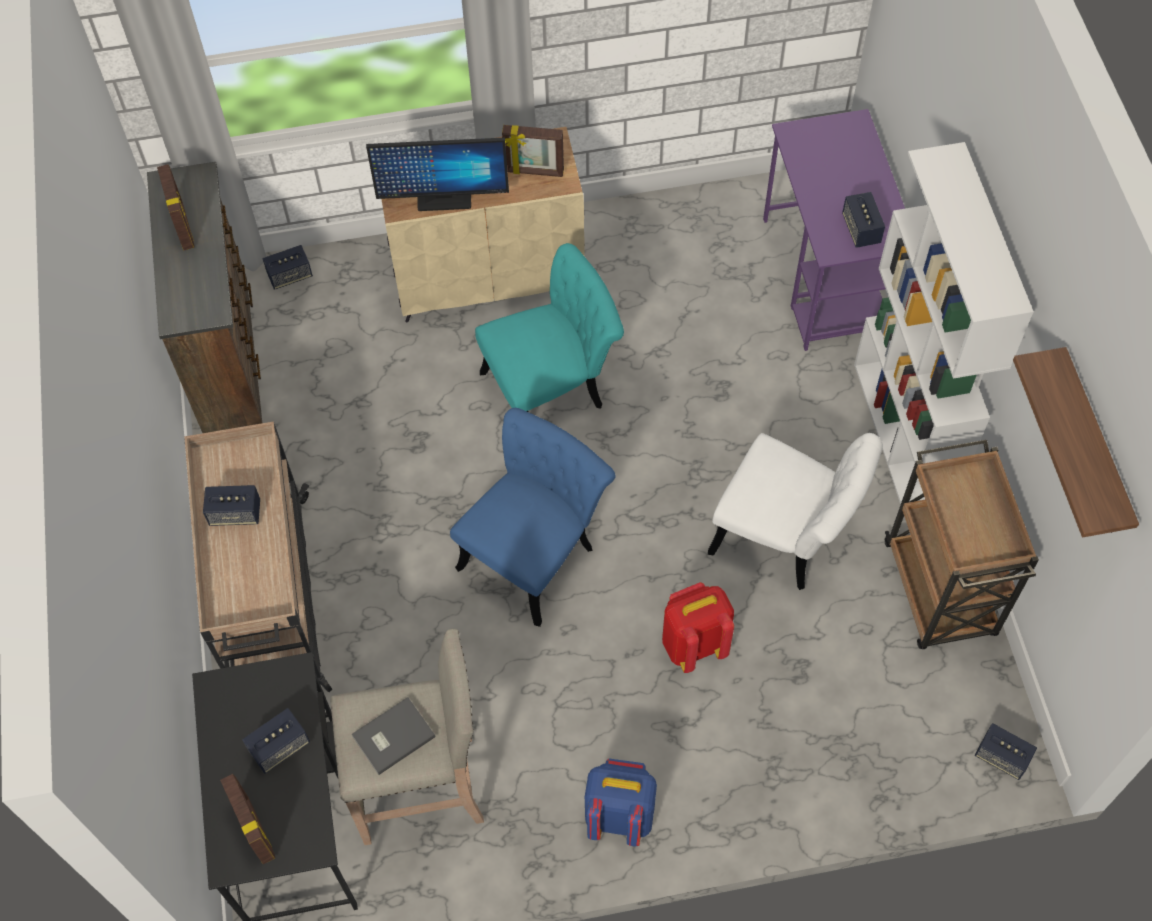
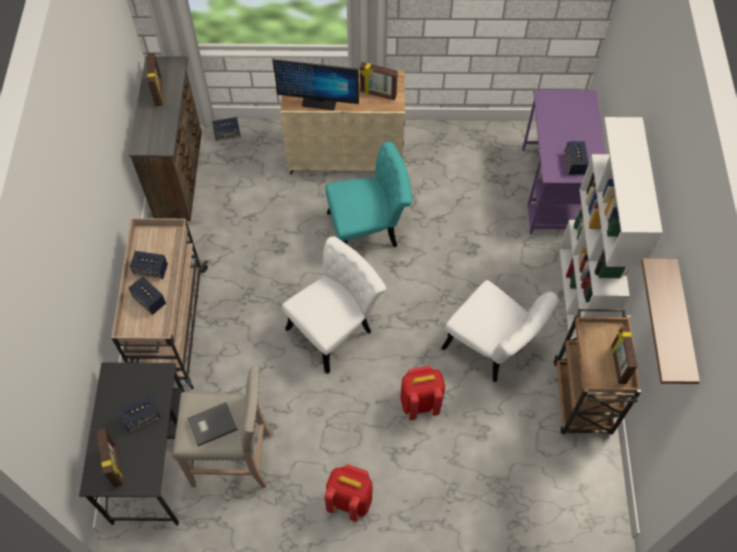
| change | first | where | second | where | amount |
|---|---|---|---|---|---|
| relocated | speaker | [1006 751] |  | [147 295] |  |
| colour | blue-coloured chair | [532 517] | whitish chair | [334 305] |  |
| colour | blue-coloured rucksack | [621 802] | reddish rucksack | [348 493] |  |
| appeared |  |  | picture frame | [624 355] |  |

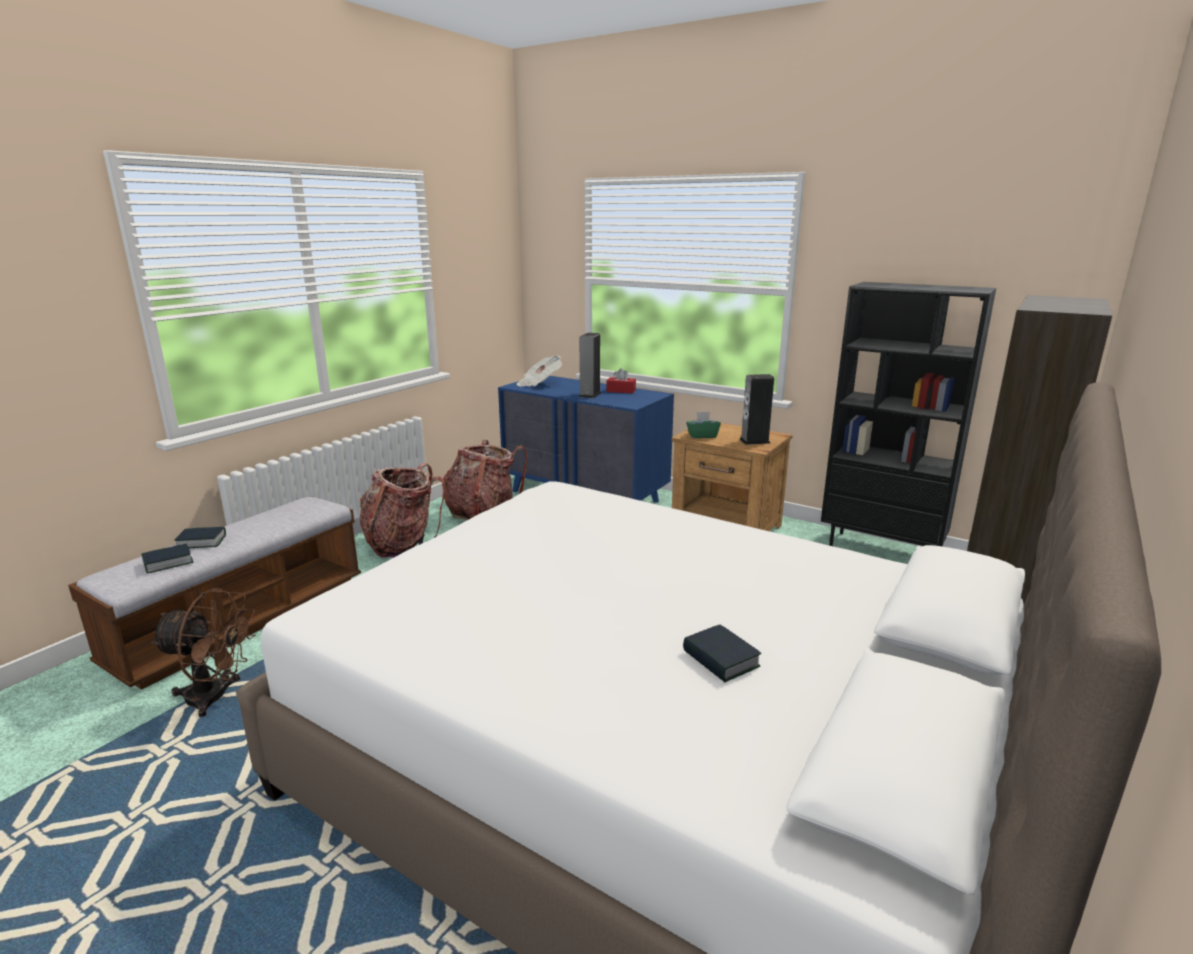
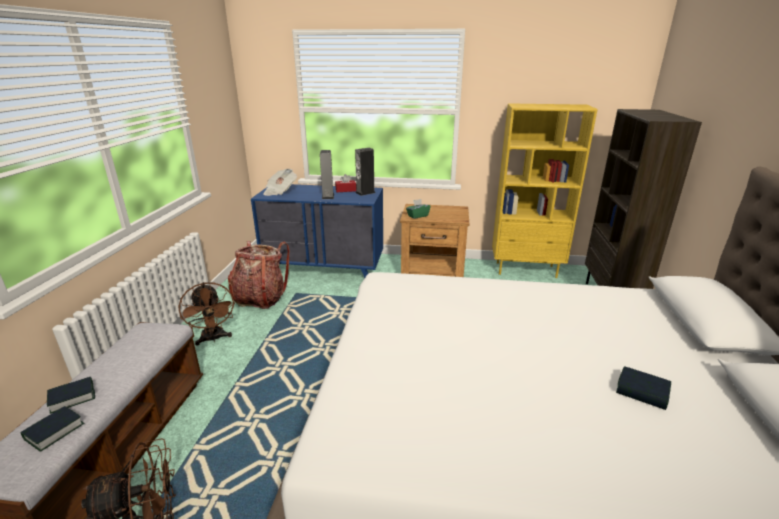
| change | first | where | second | where | amount |
|---|---|---|---|---|---|
| exchanged | rucksack | [402 510] | brown-coloured cooling fan | [206 314] |  |
| relocated | speaker | [756 409] |  | [365 172] |  |
| colour | black-coloured bookshelf | [908 414] | yellowish bookshelf | [545 190] |  |

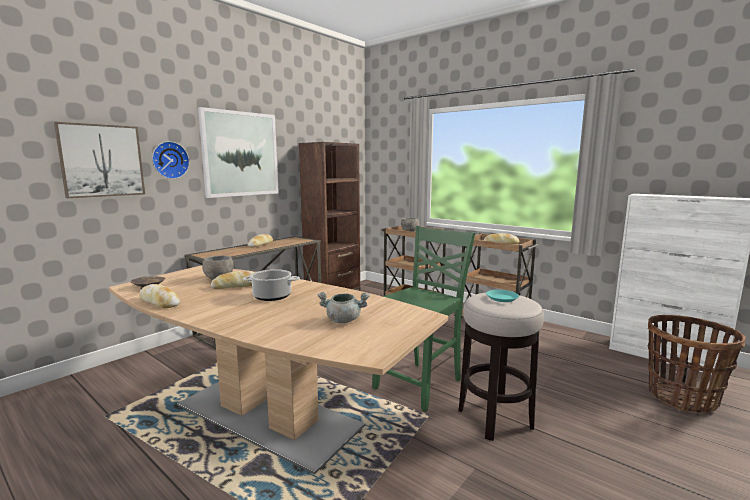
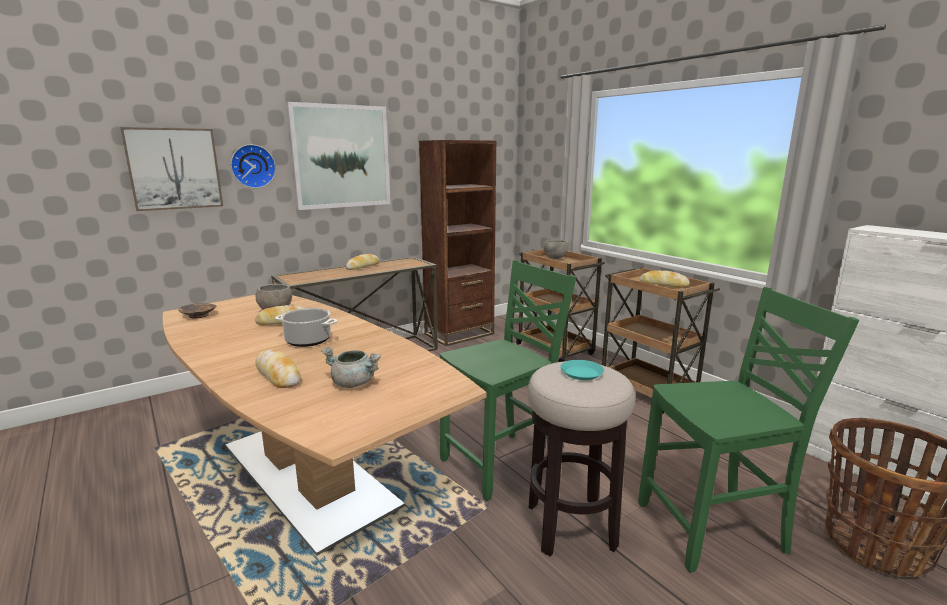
| change | first | where | second | where | amount |
|---|---|---|---|---|---|
| relocated | bakery bread | [159 296] |  | [278 368] |  |
| appeared |  |  | green-coloured chair | [748 429] |  |

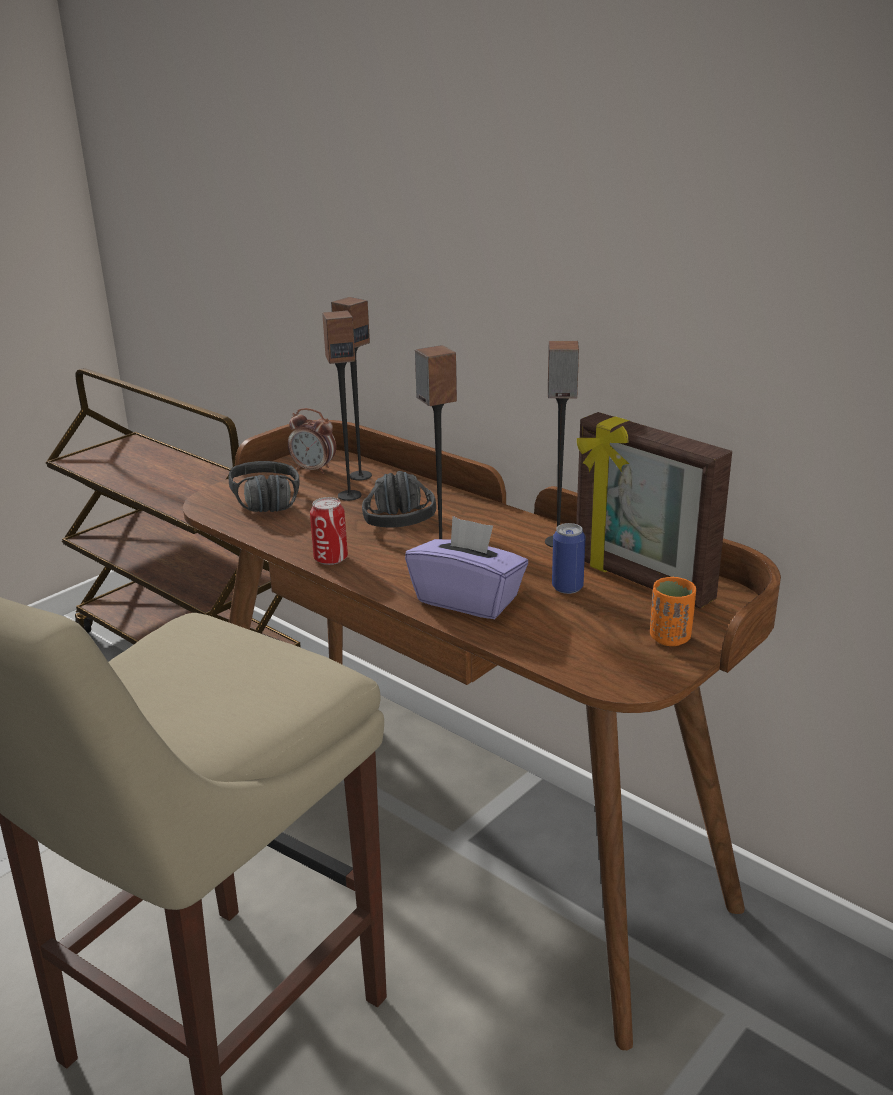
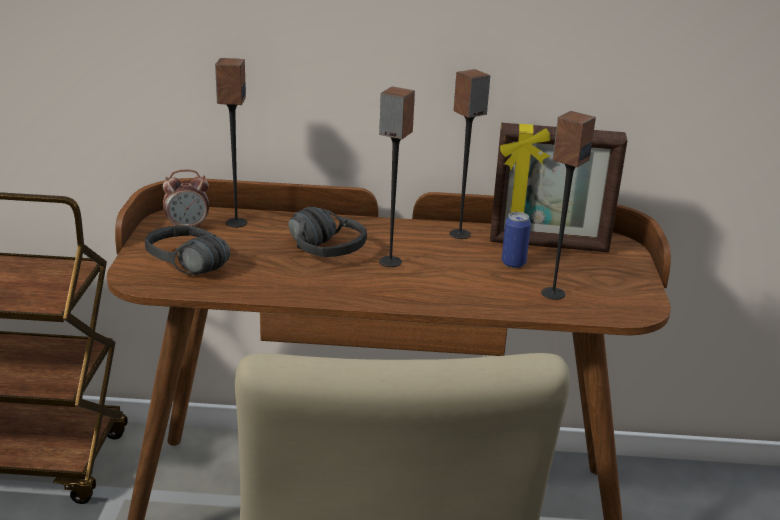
| change | first | where | second | where | amount |
|---|---|---|---|---|---|
| relocated | speaker | [341 405] |  | [568 205] |  |
| missing | metal can | [329 531] |  |  |  |
| missing | purple tissue holder | [466 567] |  |  |  |
| missing | orange drinking cup | [673 611] |  |  |  |

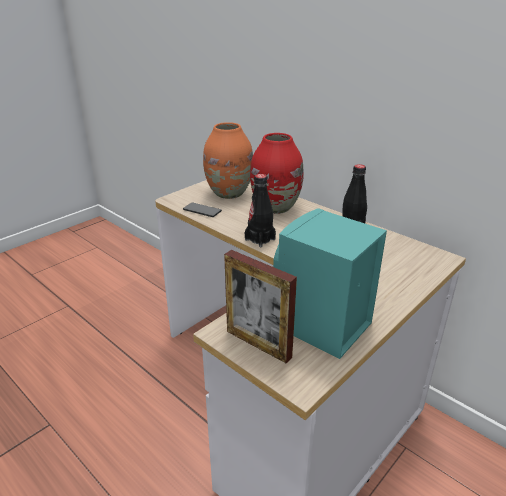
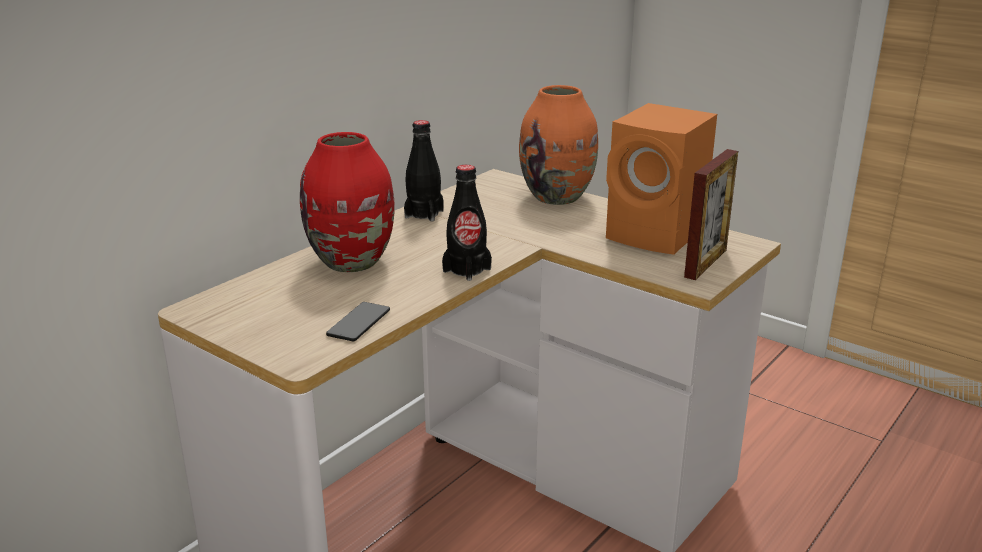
| change | first | where | second | where | amount |
|---|---|---|---|---|---|
| relocated | orange flower vase | [228 160] |  | [558 145] |  |
| colour | turquoise speaker | [330 283] | orange speaker | [661 179] |  |

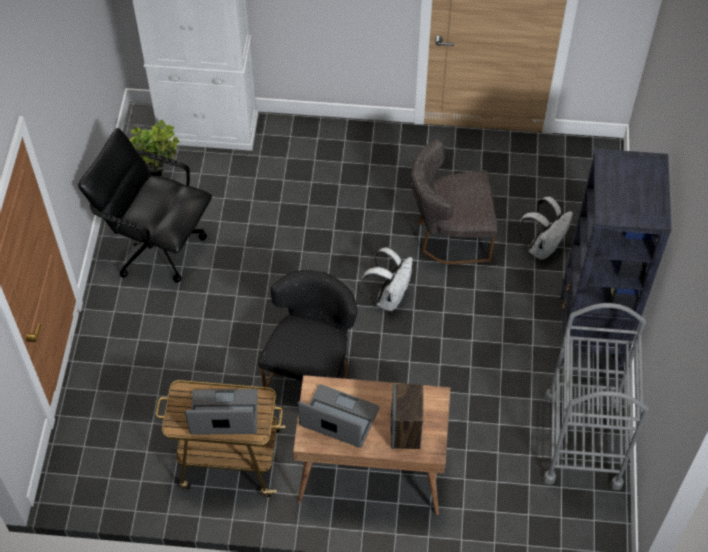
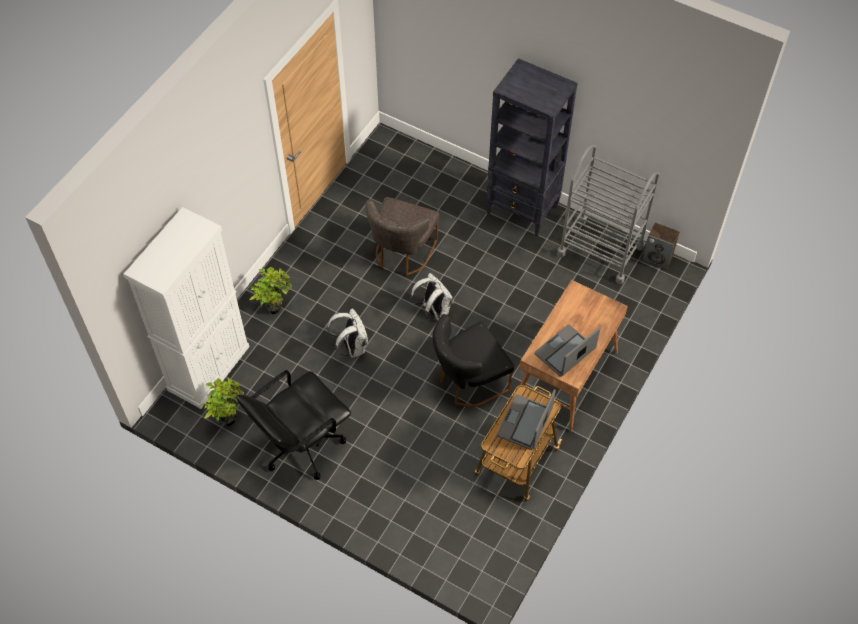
| change | first | where | second | where | amount |
|---|---|---|---|---|---|
| appeared |  |  | houseplant | [271 290] |  |
| relocated | whitish rucksack | [545 228] |  | [348 333] |  |
| spun | black-coloured chair | [307 329] |  | [473 360] | 75 degrees counterclockwise |
| relocated | speaker | [407 416] |  | [661 246] |  |

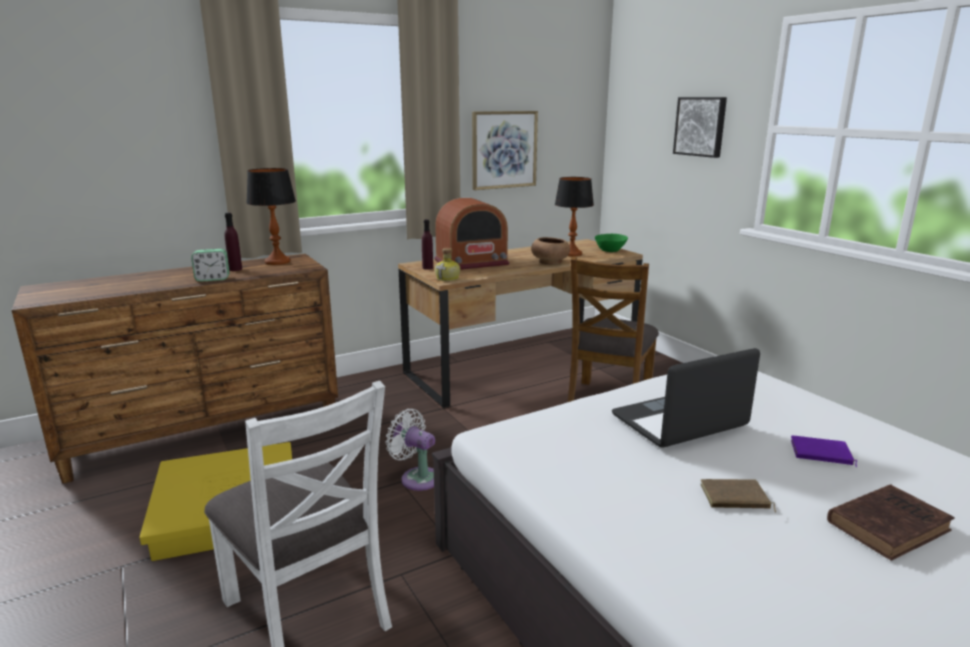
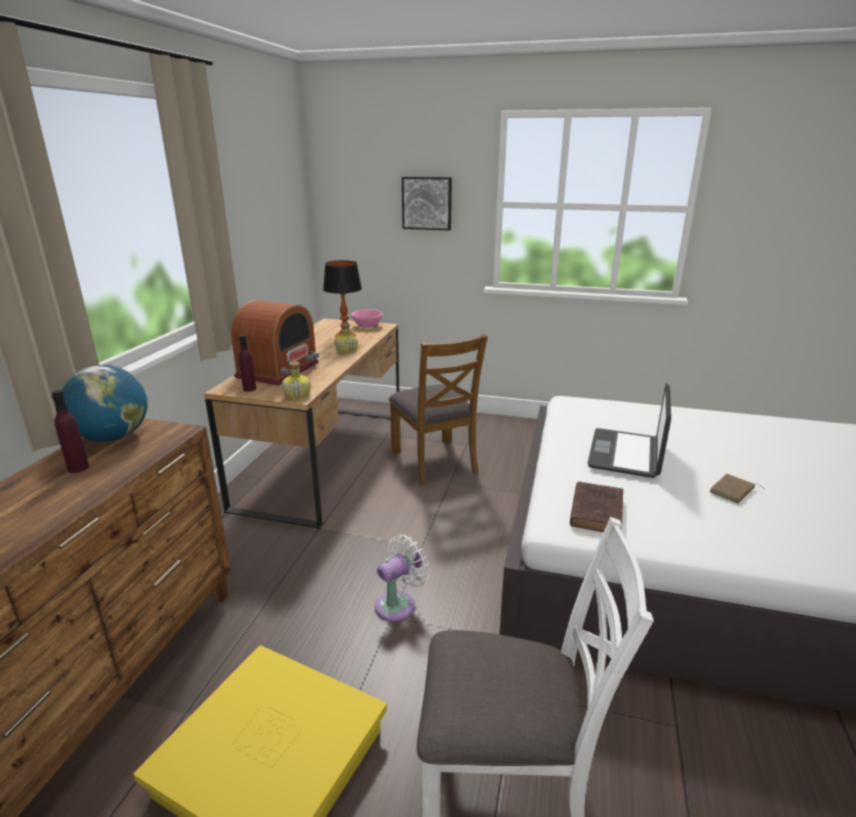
| change | first | where | second | where | amount |
|---|---|---|---|---|---|
| exchanged | table lamp | [271 216] | world globe | [105 403] |  |
| exchanged | brown-coloured deep dish | [550 251] | drink bottle | [346 337] |  |
| colour | green-coloured deep dish | [611 243] | pink-coloured deep dish | [367 318] |  |
| spun | whitish cooling fan | [410 450] |  | [402 578] | 150 degrees clockwise |
| relocated | brown-coloured bound book | [891 523] |  | [596 507] |  |
| missing | alarm clock | [210 265] |  |  |  |
| missing | picture | [505 150] |  |  |  |
| missing | purple bound book | [824 451] |  |  |  |

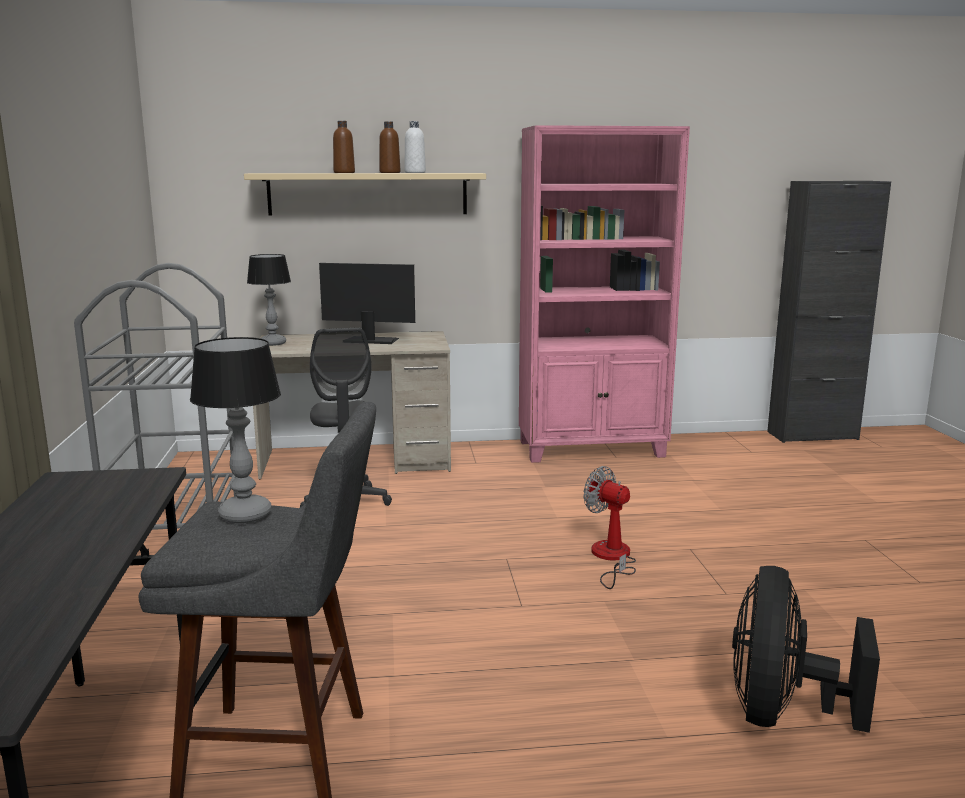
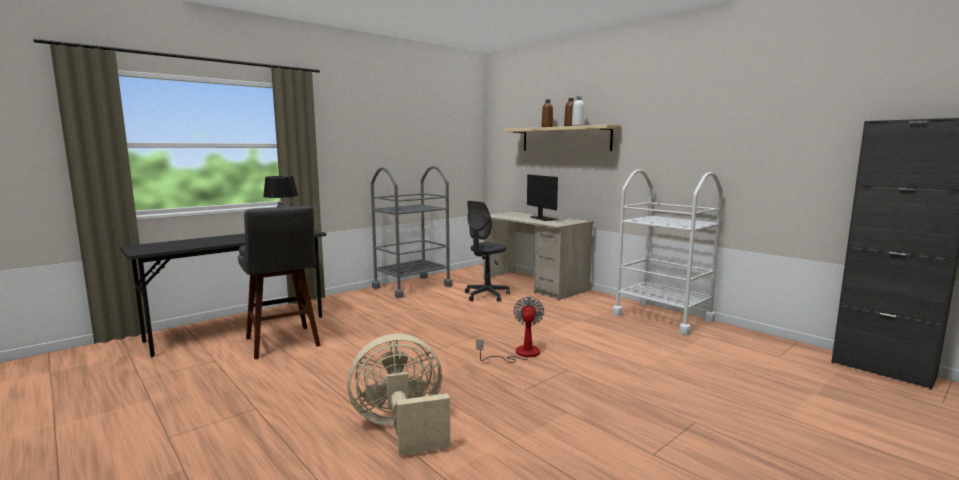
| change | first | where | second | where | amount |
|---|---|---|---|---|---|
| colour | black-coloured cooling fan | [806 649] | beige cooling fan | [398 395] |  |
| exchanged | pink-coloured bookshelf | [604 294] | whitish trolley | [667 252] |  |
| missing | table lamp | [269 300] |  |  |  |

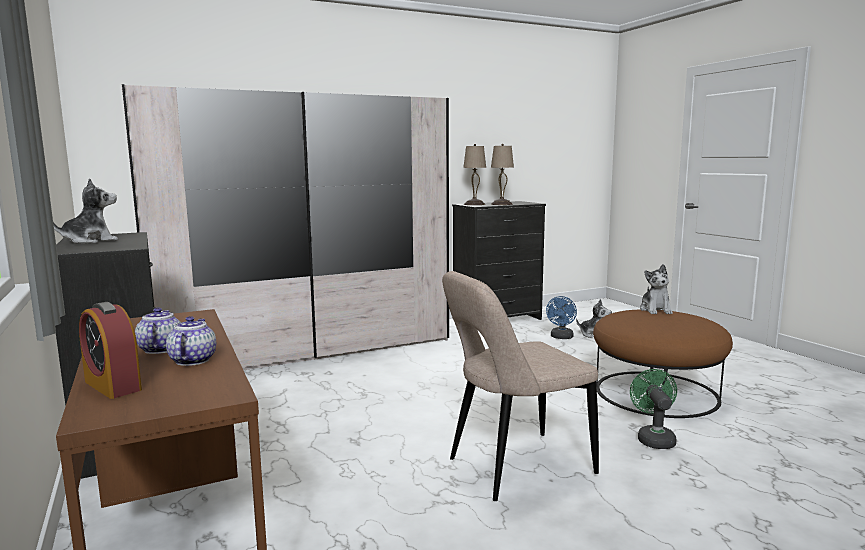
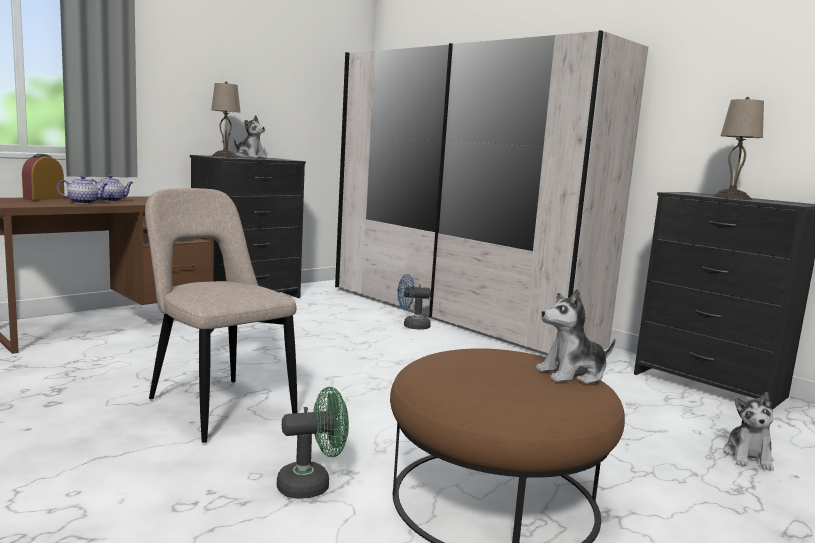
| change | first | where | second | where | amount |
|---|---|---|---|---|---|
| relocated | beige table lamp | [474 174] |  | [225 119] |  |
| relocated | blue-coloured cooling fan | [561 317] |  | [414 302] |  |

